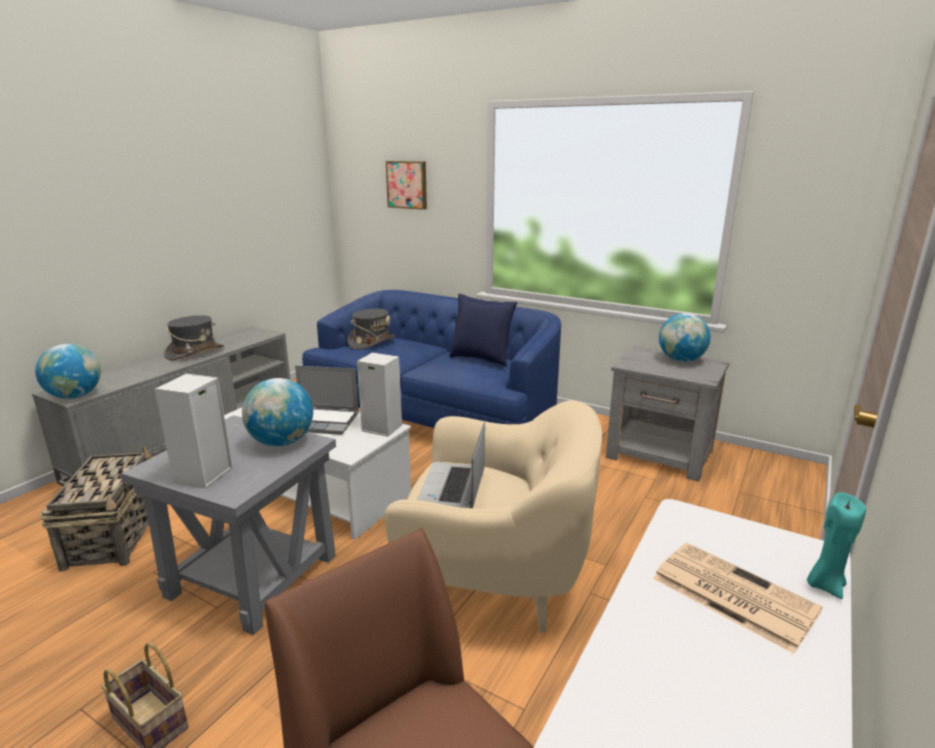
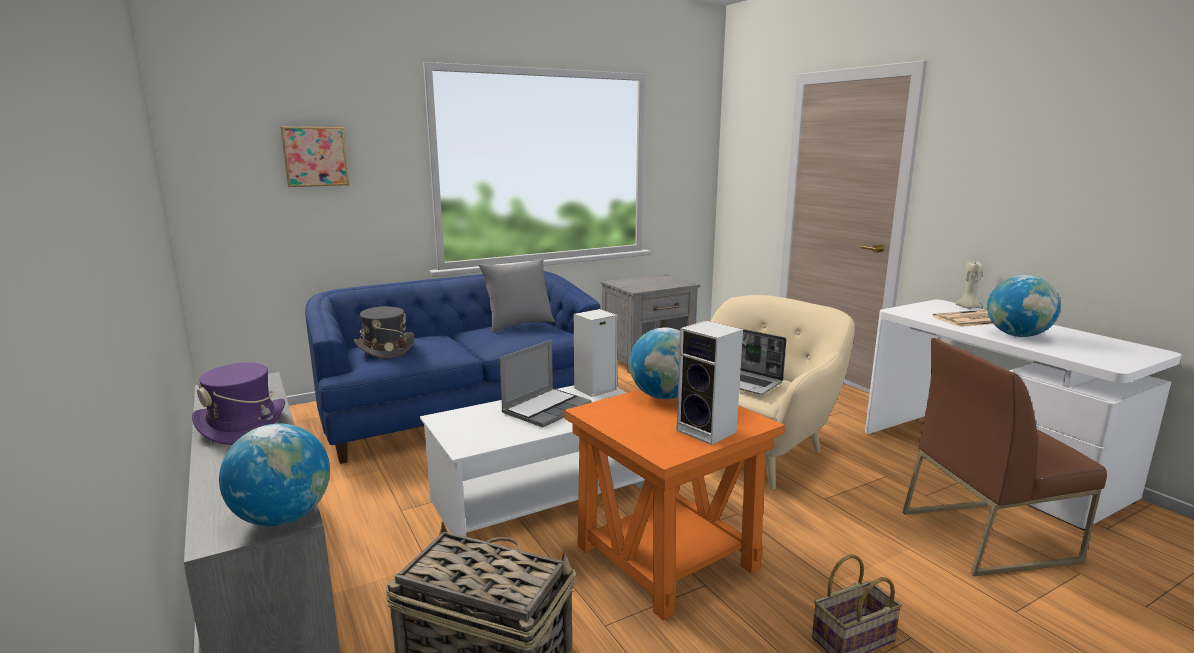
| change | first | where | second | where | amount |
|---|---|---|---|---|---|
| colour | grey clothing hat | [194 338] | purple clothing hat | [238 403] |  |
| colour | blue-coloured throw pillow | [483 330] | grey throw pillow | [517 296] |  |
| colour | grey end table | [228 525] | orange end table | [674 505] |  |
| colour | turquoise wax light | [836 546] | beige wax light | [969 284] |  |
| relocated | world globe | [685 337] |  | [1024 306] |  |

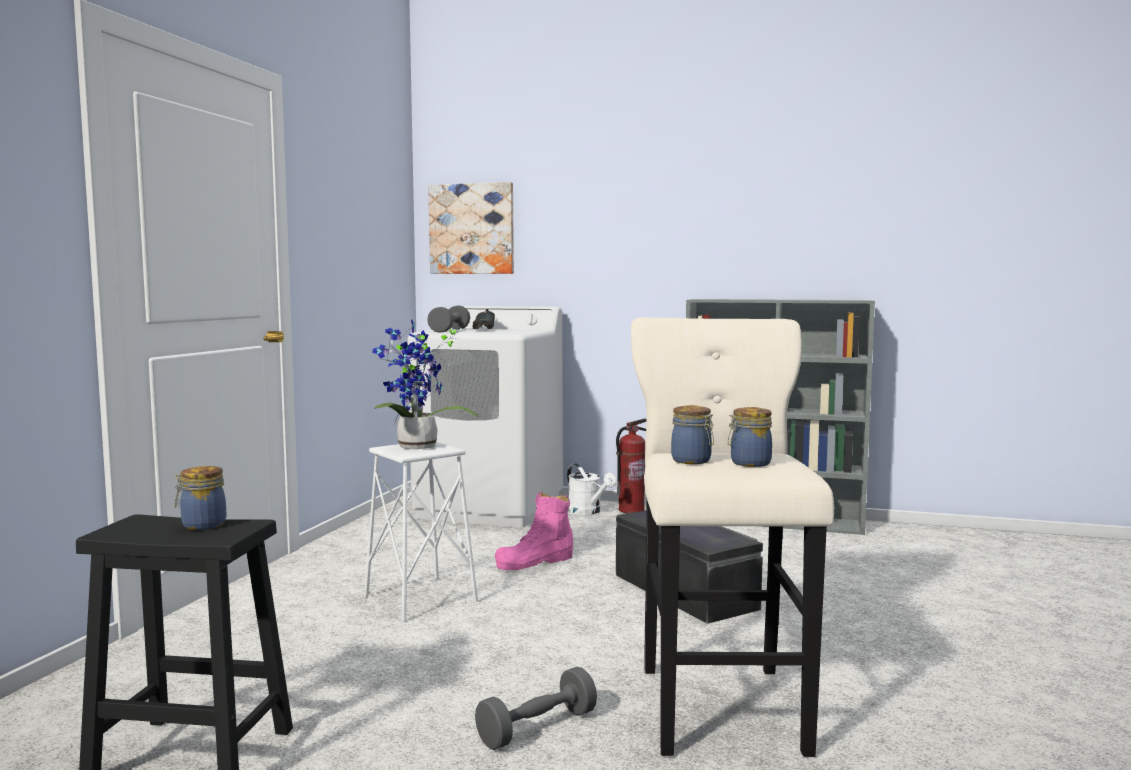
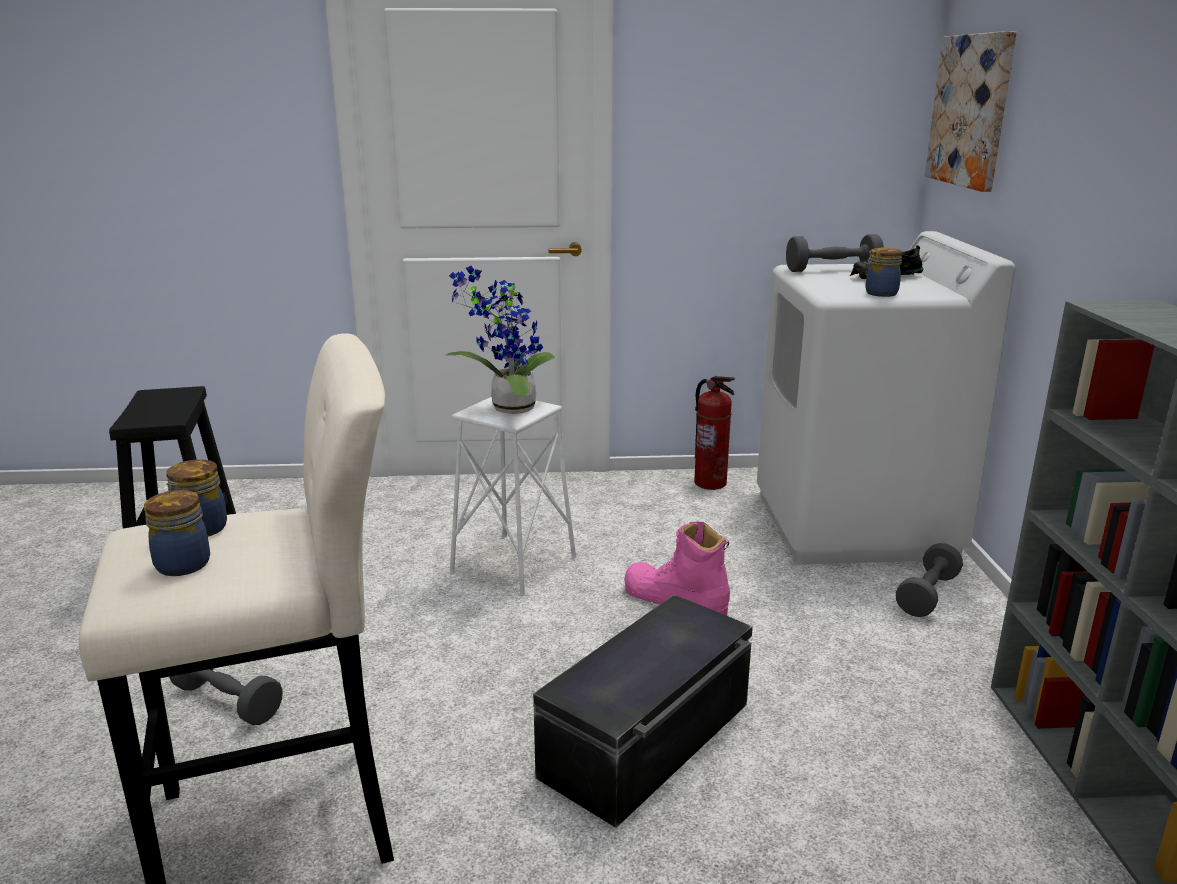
| change | first | where | second | where | amount |
|---|---|---|---|---|---|
| relocated | fire extinguisher | [631 466] |  | [714 433] |  |
| relocated | preserve jar | [200 498] |  | [884 272] |  |
| exchanged | whitish watering can | [592 489] | grey free weight | [929 580] |  |

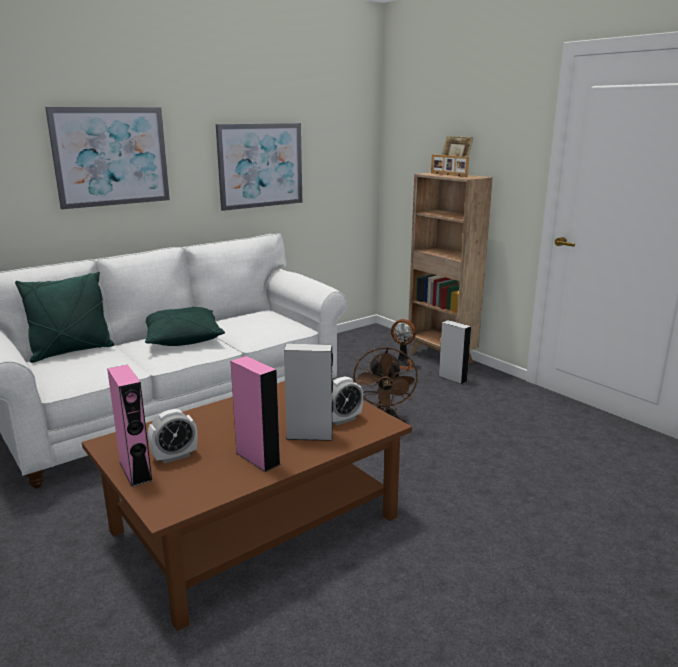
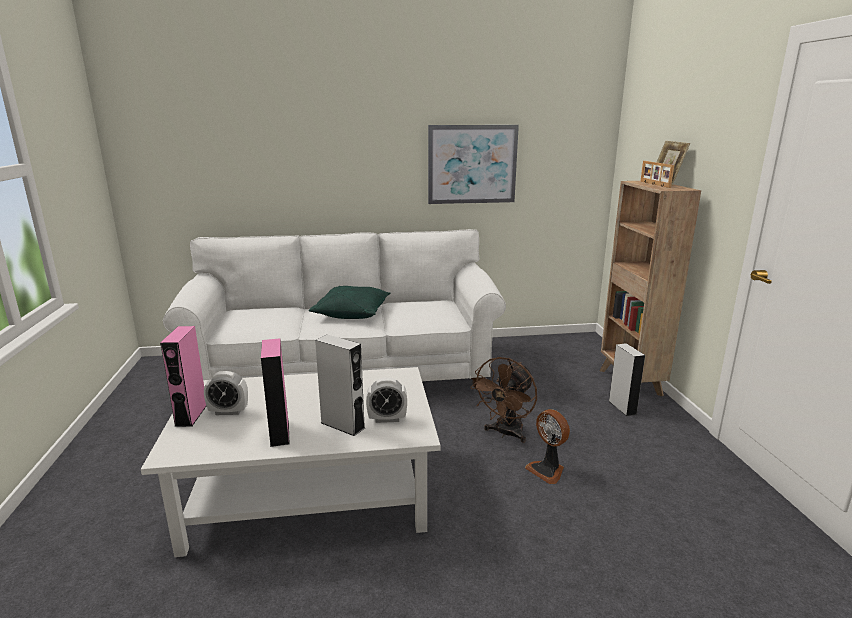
| change | first | where | second | where | amount |
|---|---|---|---|---|---|
| colour | brown-coloured low table | [247 506] | whitish low table | [290 462] |  |
| relocated | cooling fan | [403 344] |  | [547 446] |  |
| missing | green-coloured throw pillow | [65 317] |  |  |  |
| missing | picture | [107 158] |  |  |  |

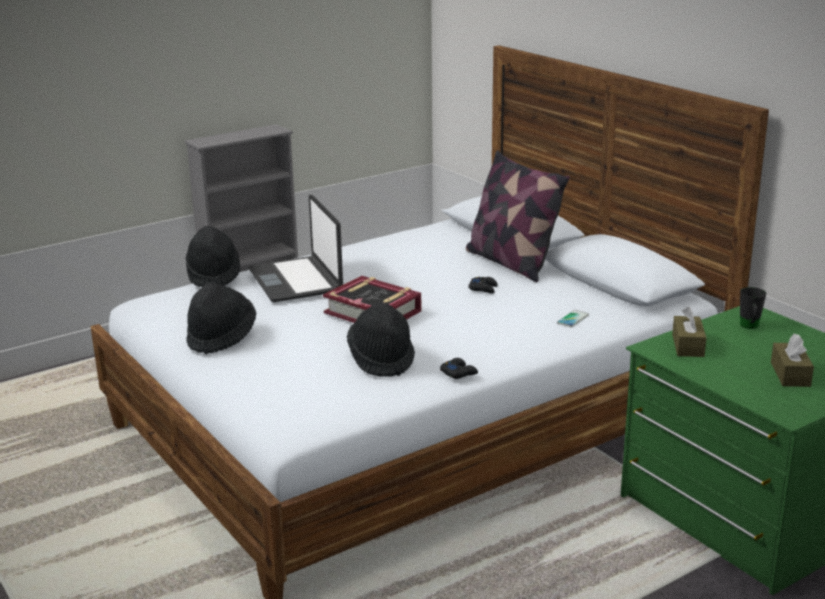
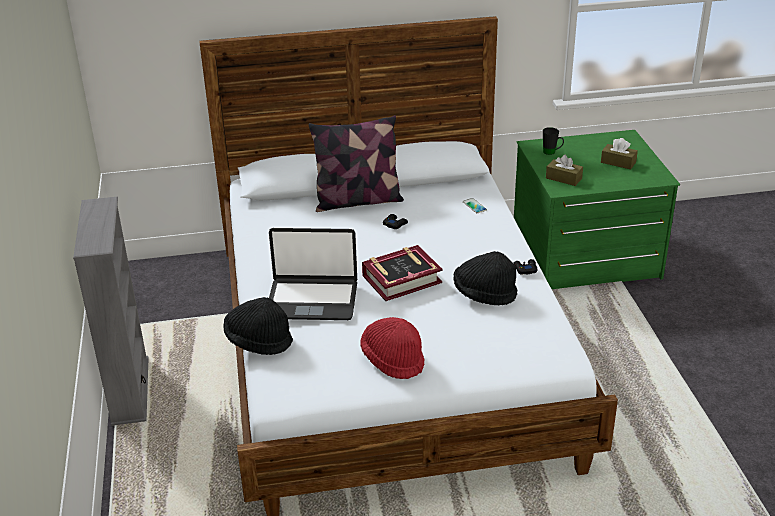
| change | first | where | second | where | amount |
|---|---|---|---|---|---|
| colour | black-coloured clothing hat | [221 318] | reddish clothing hat | [392 348] |  |

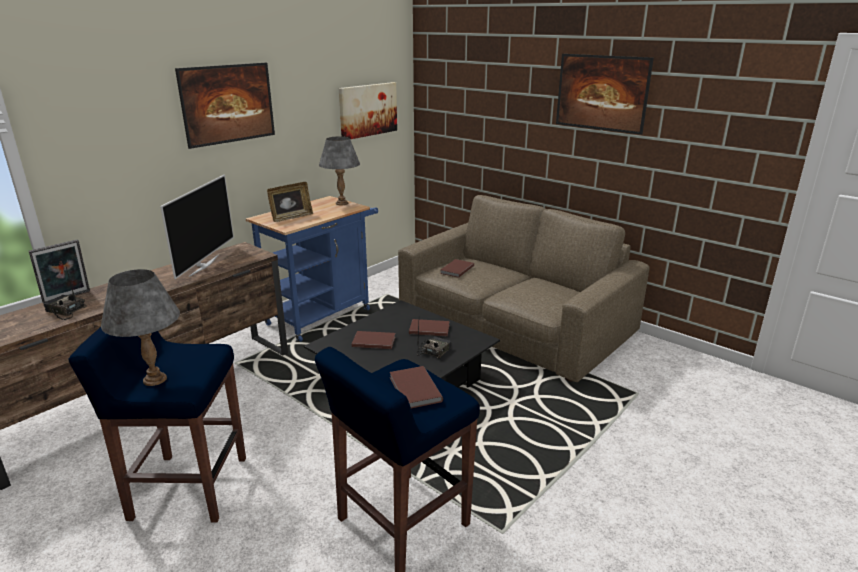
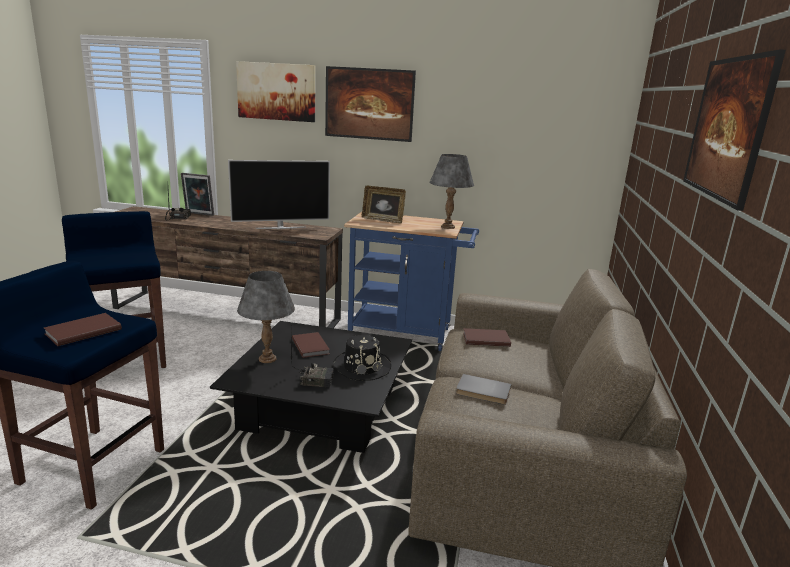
| change | first | where | second | where | amount |
|---|---|---|---|---|---|
| relocated | picture | [368 110] |  | [276 91] |  |
| relocated | grey table lamp | [140 327] |  | [266 317] |  |
| exchanged | brown-coloured bound book | [429 327] | black-coloured clothing hat | [362 358] |  |
| appeared |  |  | grey bound book | [483 389] |  |

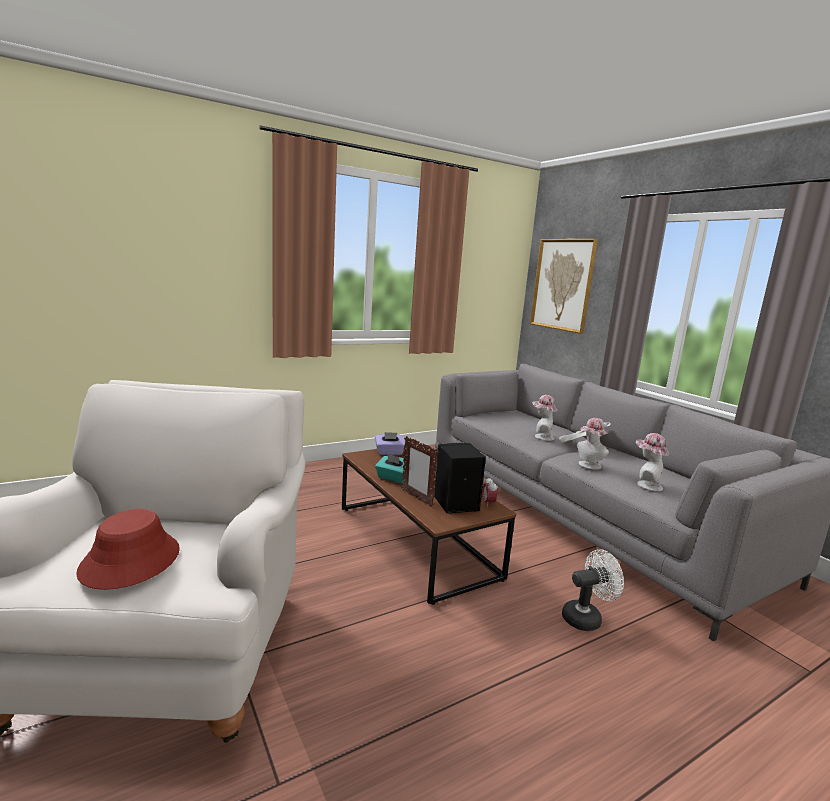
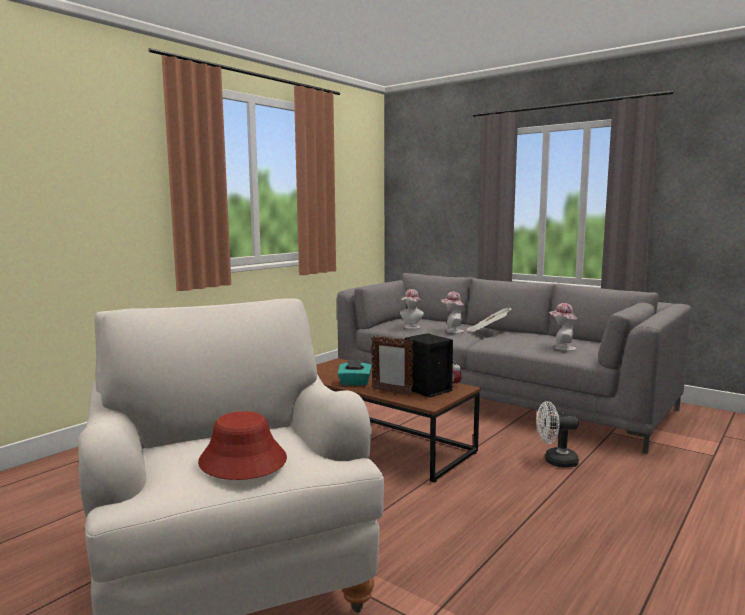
| change | first | where | second | where | amount |
|---|---|---|---|---|---|
| relocated | clothing hat | [593 444] |  | [412 309] |  |
| spun | whitish cooling fan | [593 590] |  | [558 434] | 135 degrees counterclockwise |
| missing | purple tissue holder | [390 443] |  |  |  |
| missing | picture | [564 286] |  |  |  |

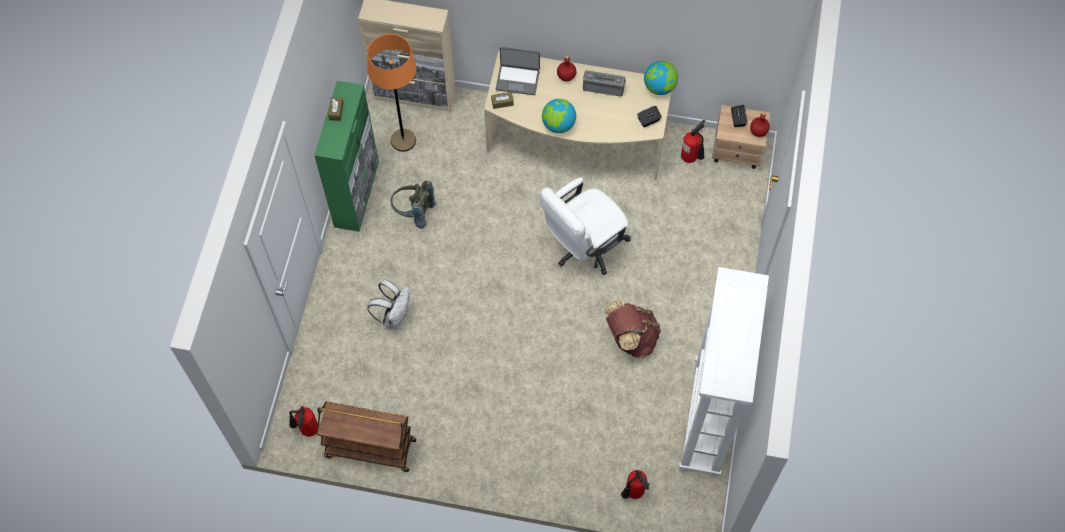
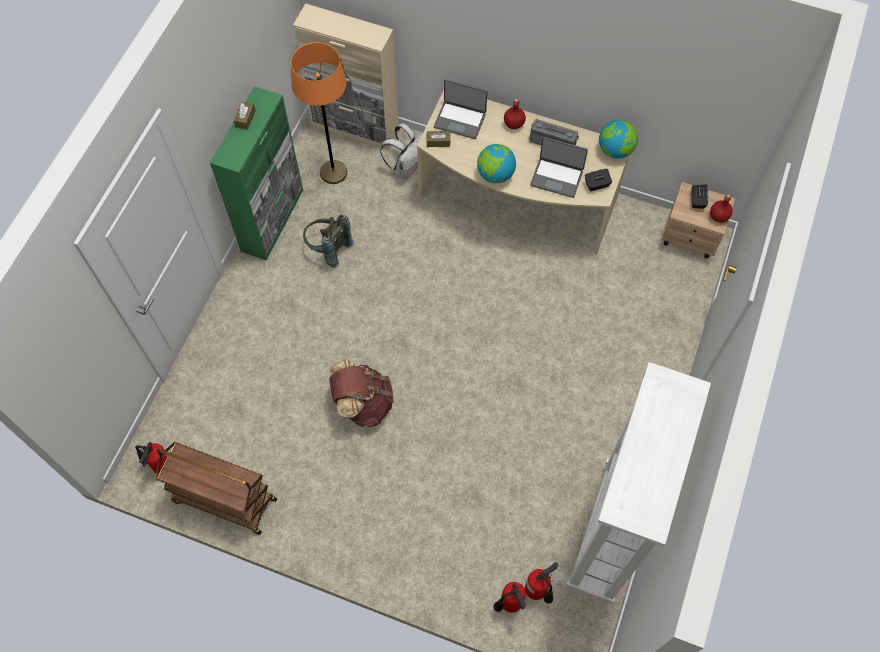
| change | first | where | second | where | amount |
|---|---|---|---|---|---|
| relocated | brown-coloured rucksack | [632 329] |  | [361 393] |  |
| relocated | whitish rucksack | [388 304] |  | [401 151] |  |
| relocated | fire extinguisher | [693 141] |  | [541 583] |  |
| appeared |  |  | laptop | [559 167] |  |
| missing | whitish office chair | [585 226] |  |  |  |

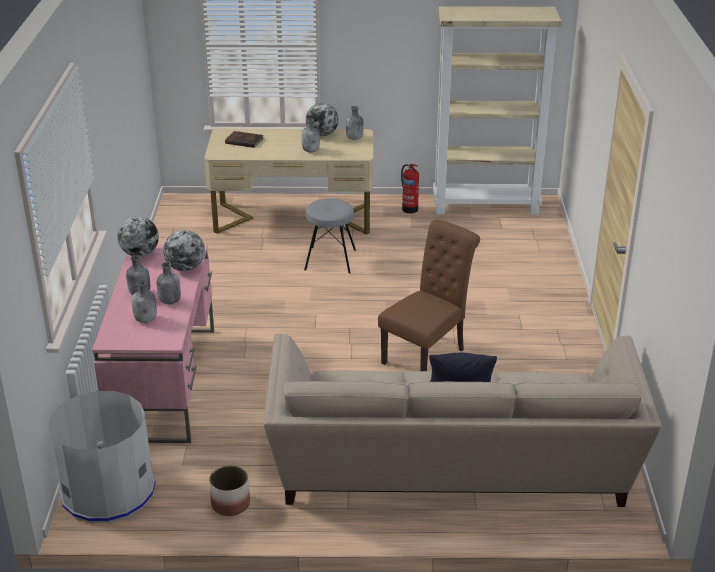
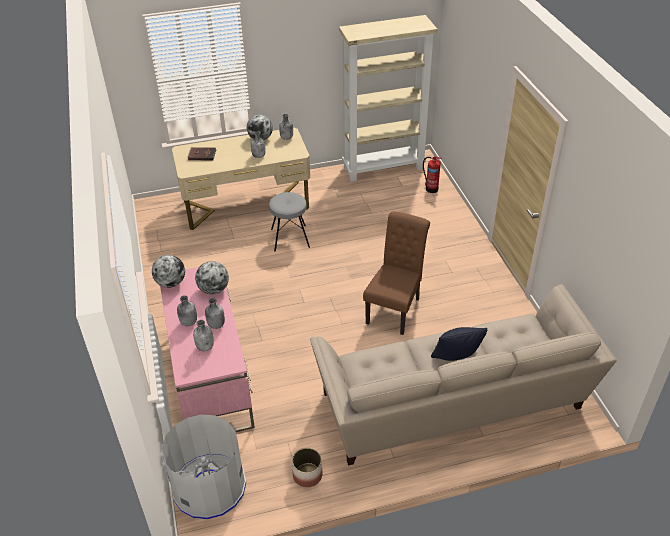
| change | first | where | second | where | amount |
|---|---|---|---|---|---|
| relocated | fire extinguisher | [410 188] |  | [432 175] |  |

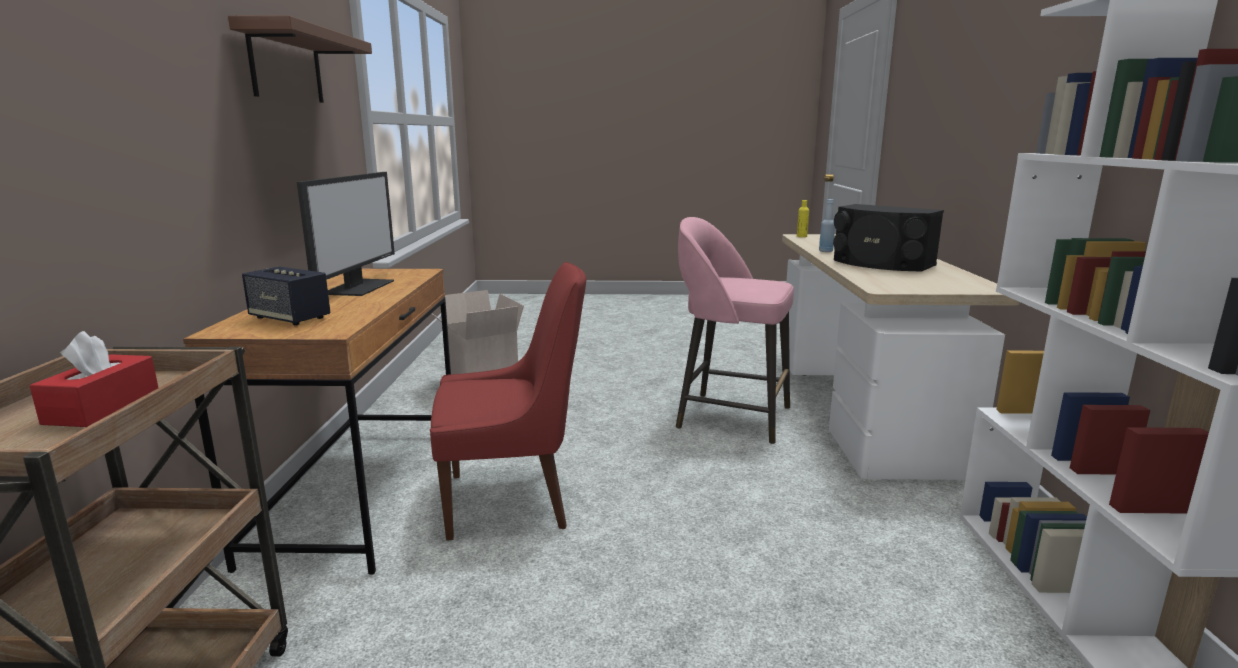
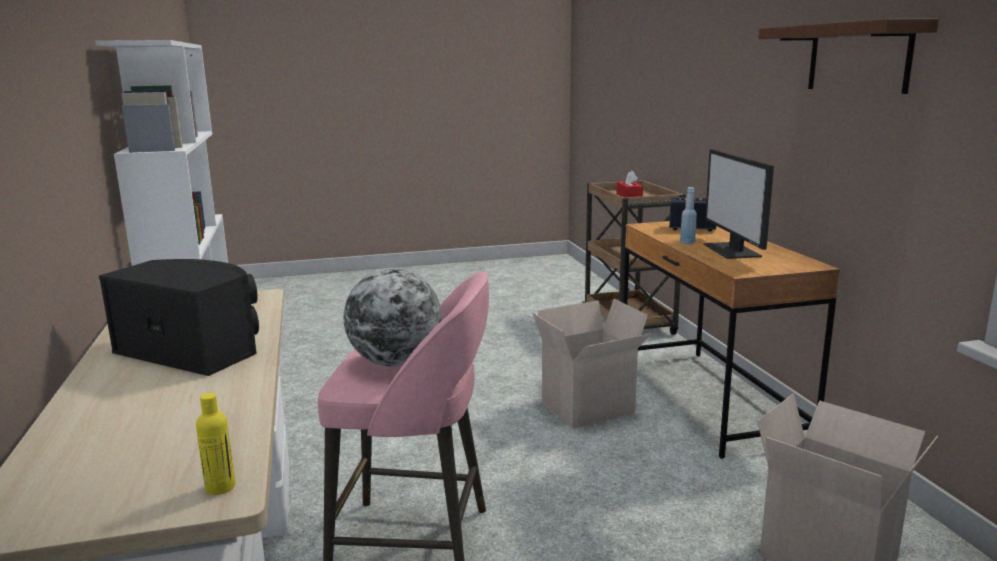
| change | first | where | second | where | amount |
|---|---|---|---|---|---|
| appeared |  |  | world globe | [393 317] |  |
| exchanged | reddish chair | [508 401] | packing box | [591 364] |  |
| relocated | blue-coloured drink bottle | [827 225] |  | [688 215] |  |

